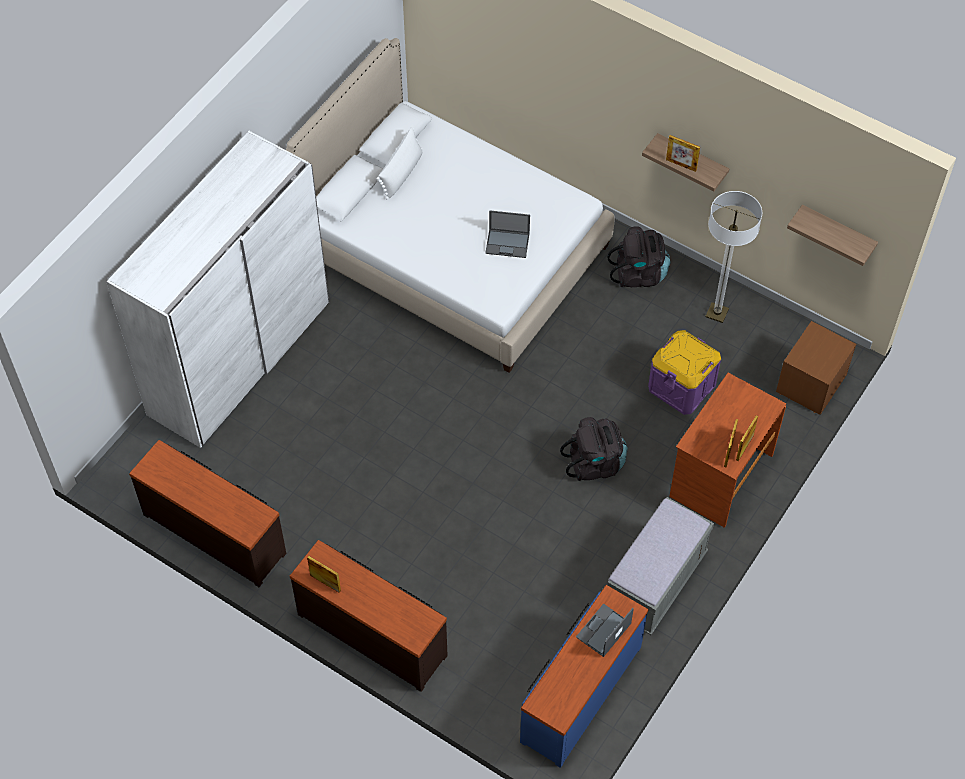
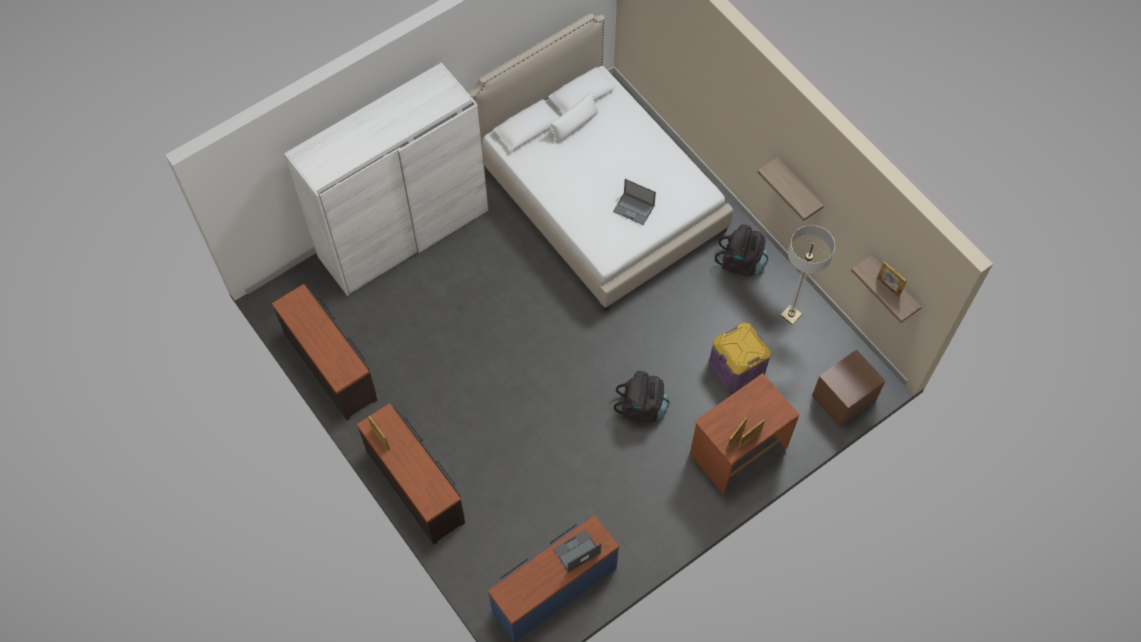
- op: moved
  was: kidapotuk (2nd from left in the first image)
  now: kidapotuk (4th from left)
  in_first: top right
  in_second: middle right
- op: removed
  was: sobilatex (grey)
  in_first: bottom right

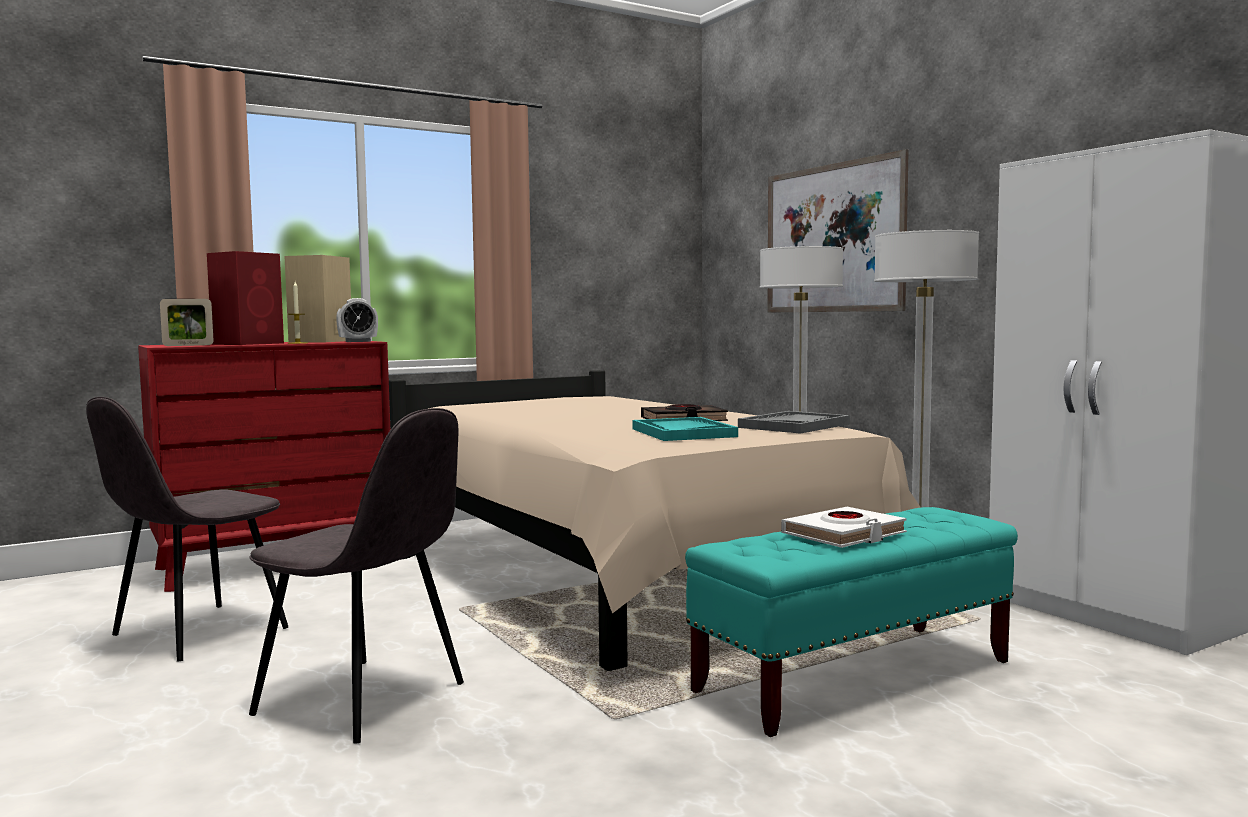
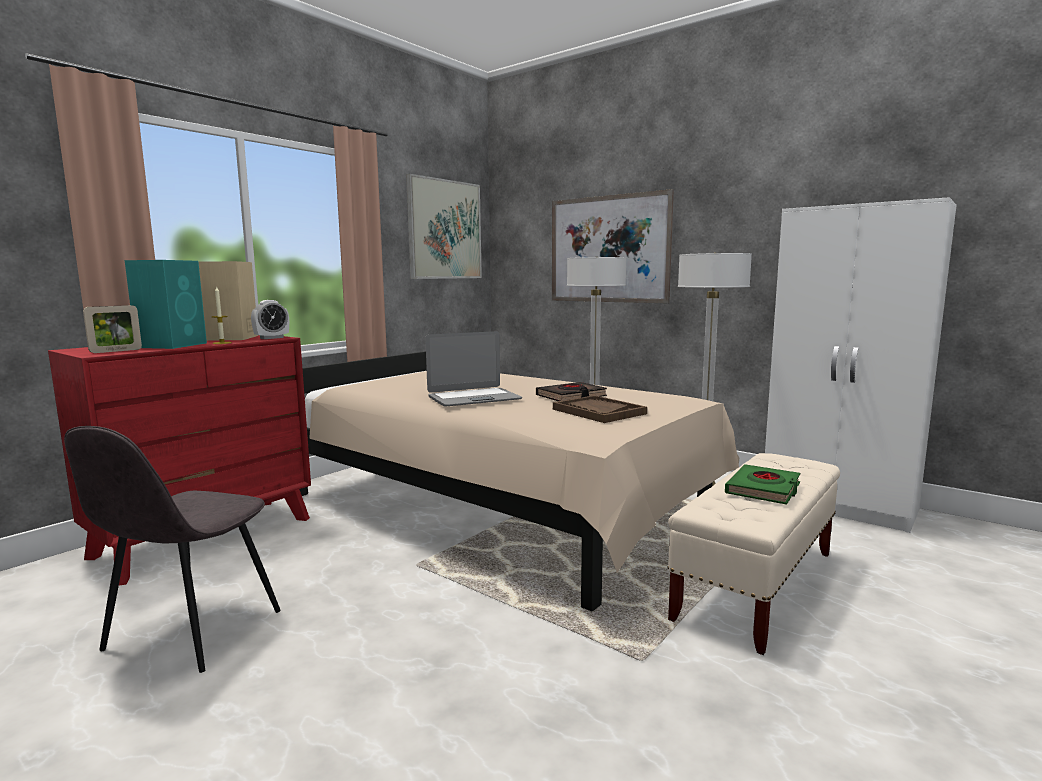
- op: recoloured
  was: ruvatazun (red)
  now: ruvatazun (turquoise)
  in_first: middle left
  in_second: middle left
- op: added
  now: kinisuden (1st from left)
  in_second: top centre
- op: added
  now: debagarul
  in_second: centre
- op: recoloured
  was: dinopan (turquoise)
  now: dinopan (brown)
  in_first: centre
  in_second: centre
- op: recoloured
  was: sobilatex (turquoise)
  now: sobilatex (beige)
  in_first: bottom right
  in_second: bottom right
- op: recoloured
  was: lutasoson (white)
  now: lutasoson (green)
  in_first: middle right
  in_second: middle right
- op: removed
  was: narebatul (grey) (2nd from left)
  in_first: bottom left
- op: removed
  was: dinopan (grey)
  in_first: centre

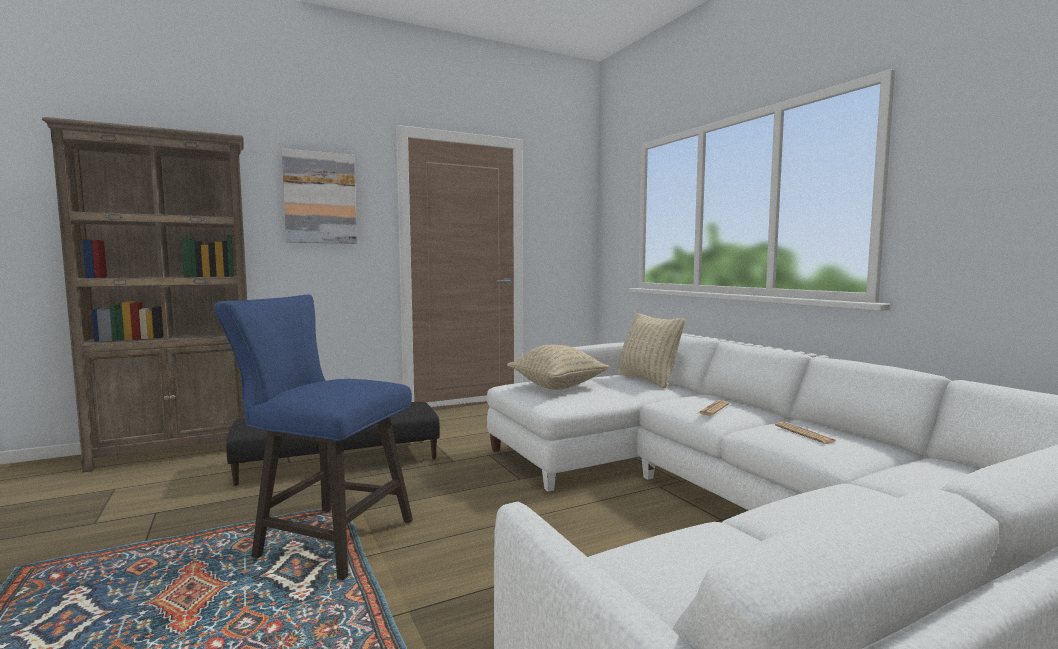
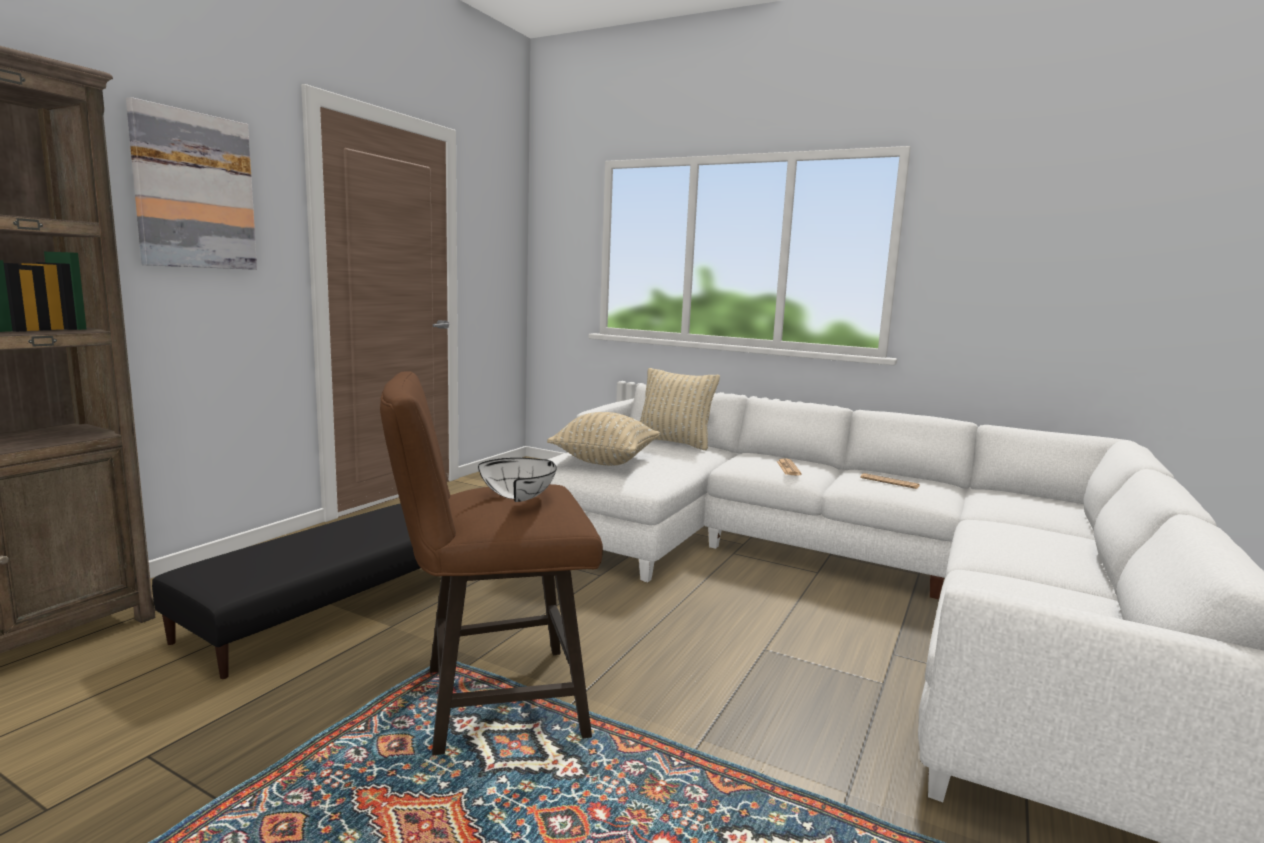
- op: recoloured
  was: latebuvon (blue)
  now: latebuvon (brown)
  in_first: bottom left
  in_second: bottom centre
- op: added
  now: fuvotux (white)
  in_second: centre

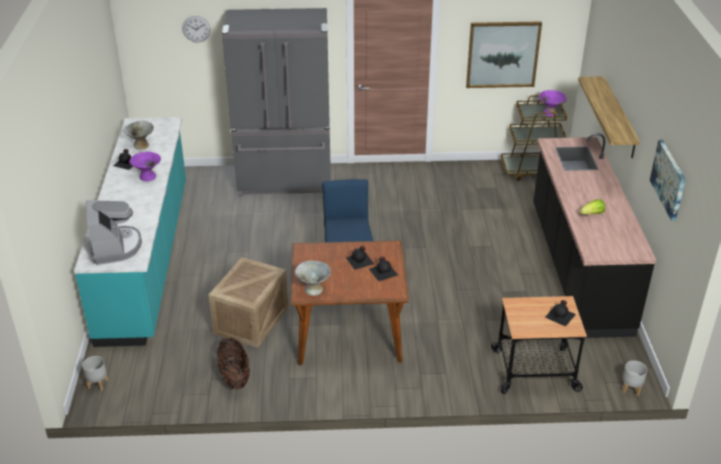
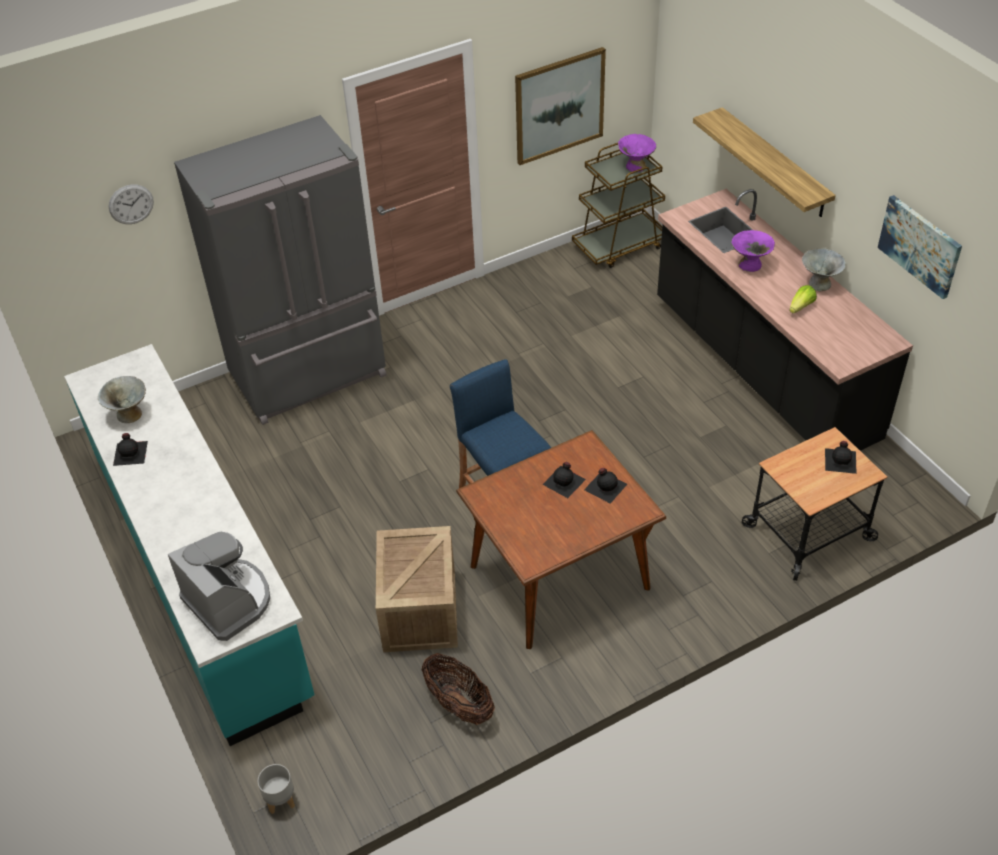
- op: moved
  was: fuvotux (purple) (1st from left in the first image)
  now: fuvotux (purple) (2nd from left)
  in_first: middle left
  in_second: top right
- op: moved
  was: fuvotux (grey) (2nd from left)
  in_first: centre
  in_second: top right
- op: removed
  was: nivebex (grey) (2nd from left)
  in_first: bottom right

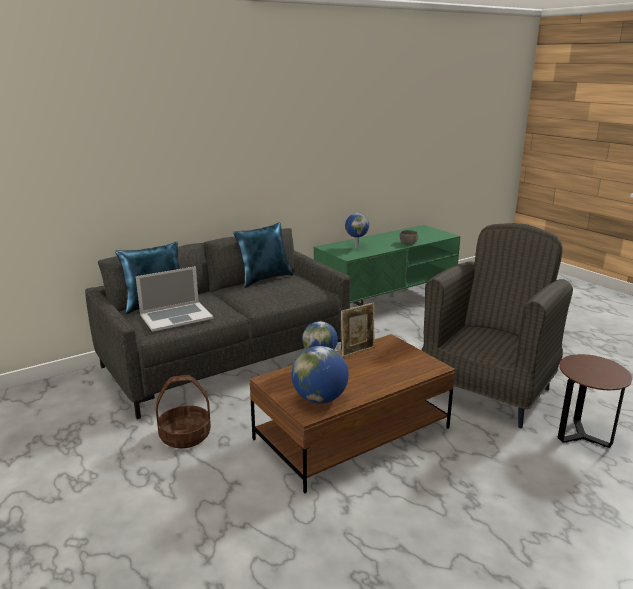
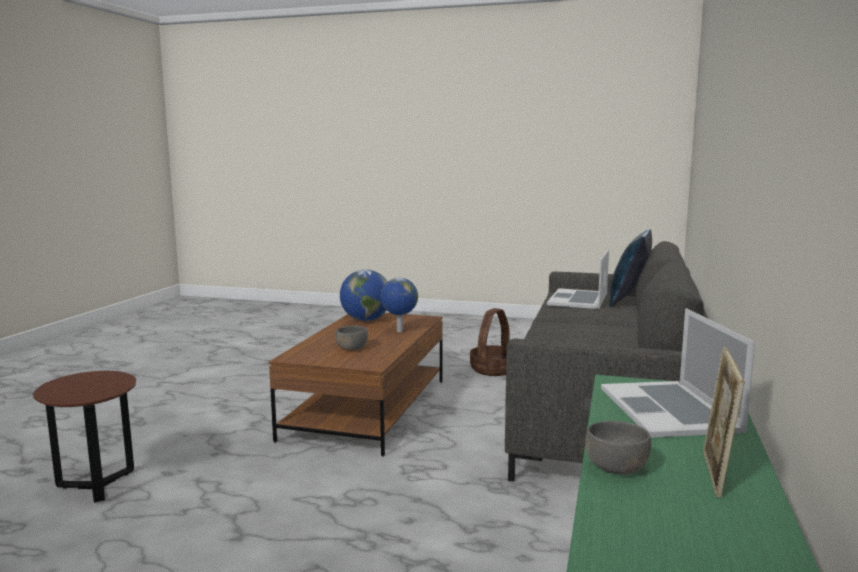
- op: added
  now: fuvotux (grey) (1st from left)
  in_second: centre
- op: replaced
  was: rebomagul (3rd from left)
  now: debagarul (2nd from left)
  in_first: centre
  in_second: middle right
- op: moved
  was: kidapotuk
  in_first: centre
  in_second: bottom right
- op: removed
  was: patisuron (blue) (2nd from left)
  in_first: centre
- op: removed
  was: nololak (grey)
  in_first: middle right

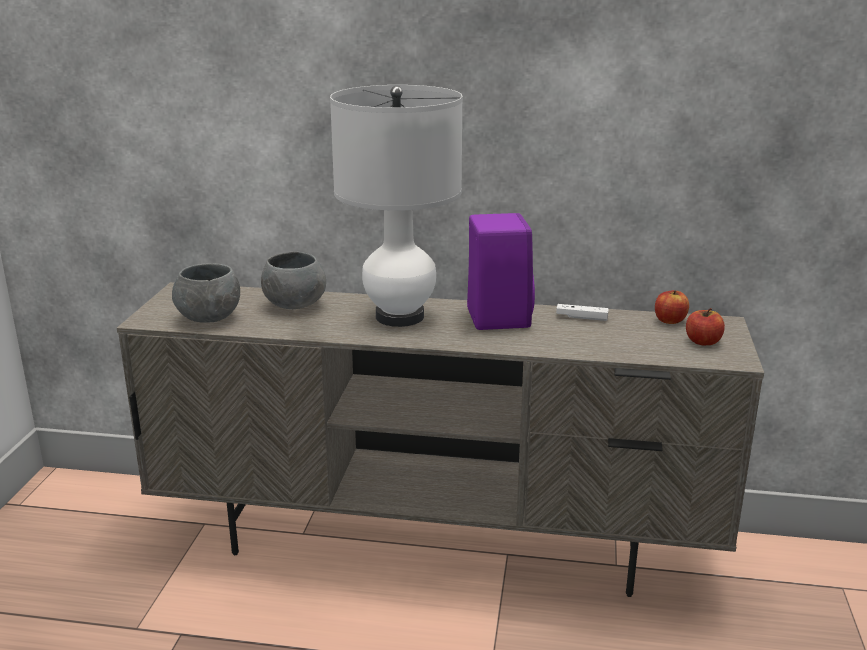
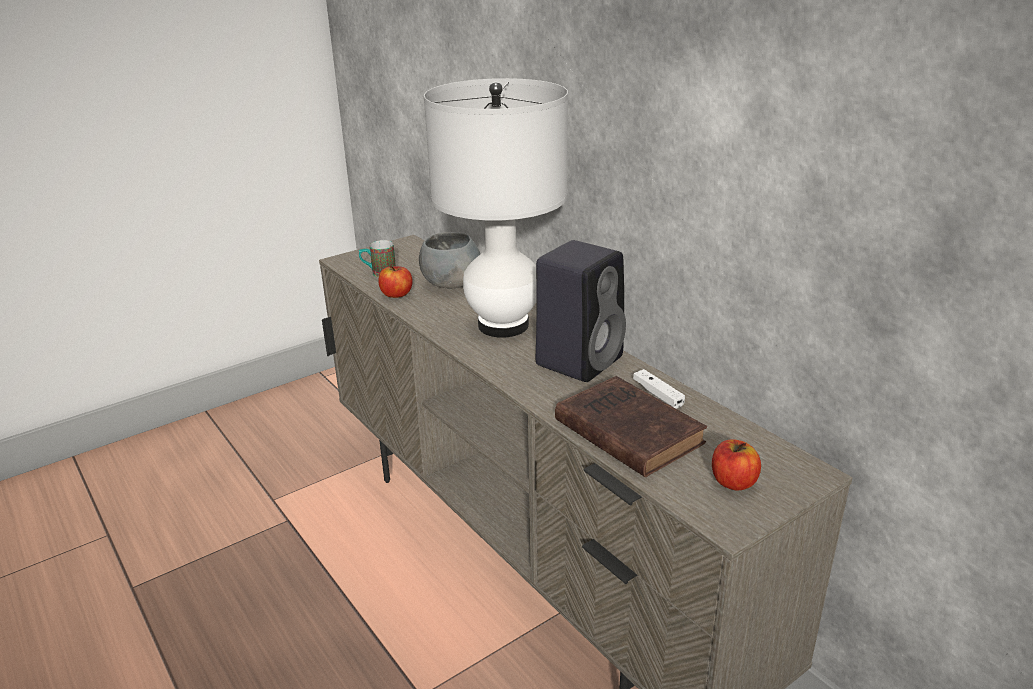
- op: replaced
  was: fuvotux (grey) (1st from left)
  now: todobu
  in_first: middle left
  in_second: centre
- op: moved
  was: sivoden (1st from left)
  in_first: middle right
  in_second: centre
- op: recoloured
  was: ruvatazun (purple)
  now: ruvatazun (black)
  in_first: centre
  in_second: centre
- op: added
  now: lutasoson (brown)
  in_second: centre

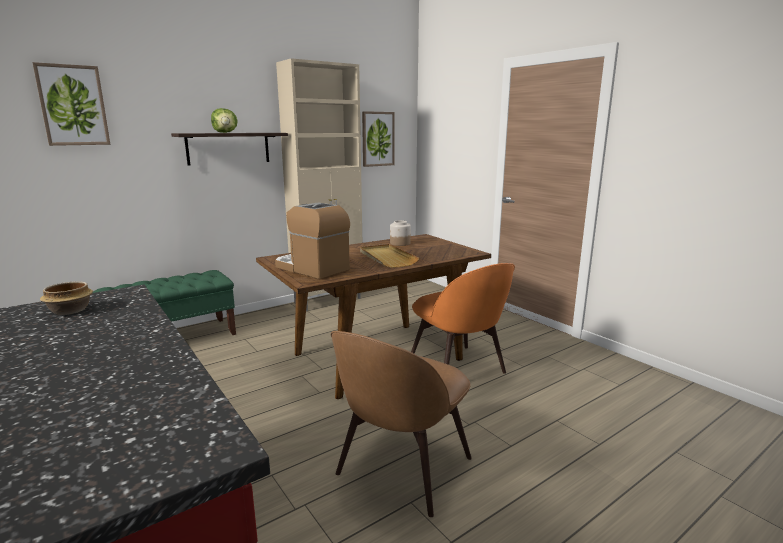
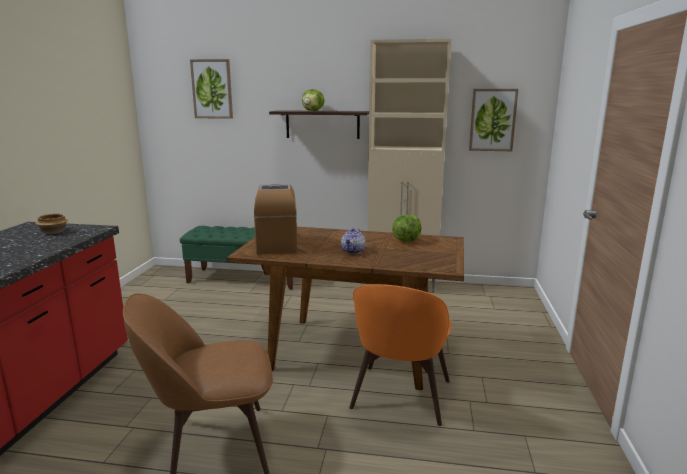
- op: replaced
  was: dinopan (beige)
  now: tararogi
  in_first: centre
  in_second: centre
- op: replaced
  was: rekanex
  now: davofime (2nd from left)
  in_first: centre
  in_second: centre

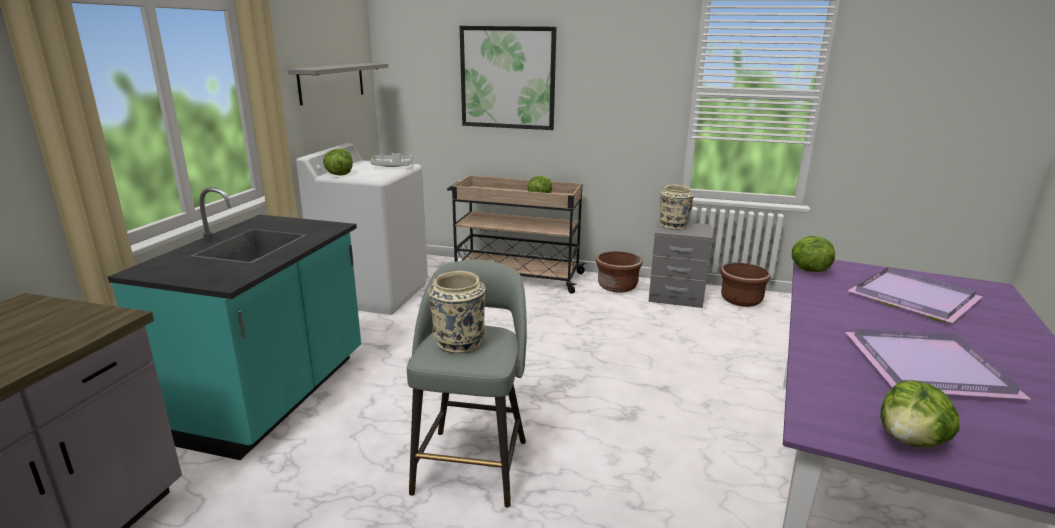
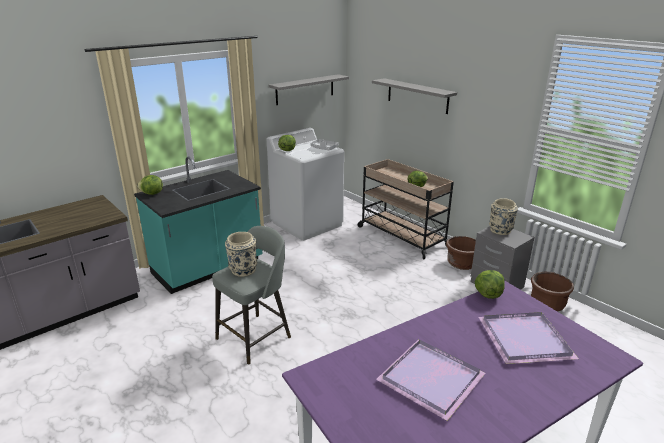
- op: moved
  was: davofime (4th from left in the first image)
  now: davofime (1st from left)
  in_first: bottom right
  in_second: middle left
- op: replaced
  was: kinisuden
  now: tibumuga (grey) (2nd from left)
  in_first: top centre
  in_second: top centre

